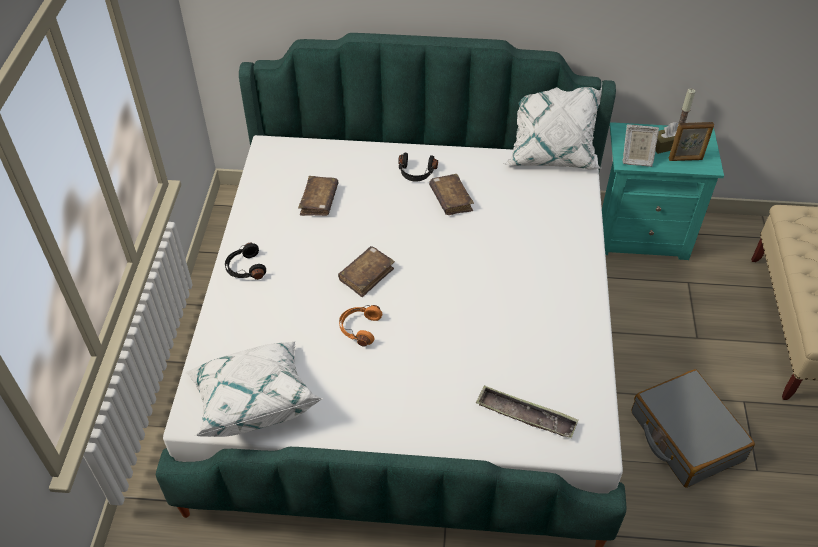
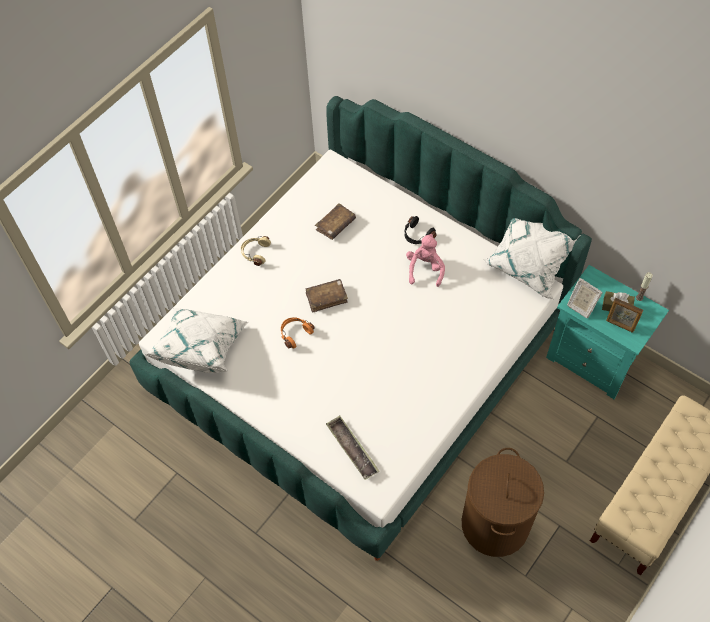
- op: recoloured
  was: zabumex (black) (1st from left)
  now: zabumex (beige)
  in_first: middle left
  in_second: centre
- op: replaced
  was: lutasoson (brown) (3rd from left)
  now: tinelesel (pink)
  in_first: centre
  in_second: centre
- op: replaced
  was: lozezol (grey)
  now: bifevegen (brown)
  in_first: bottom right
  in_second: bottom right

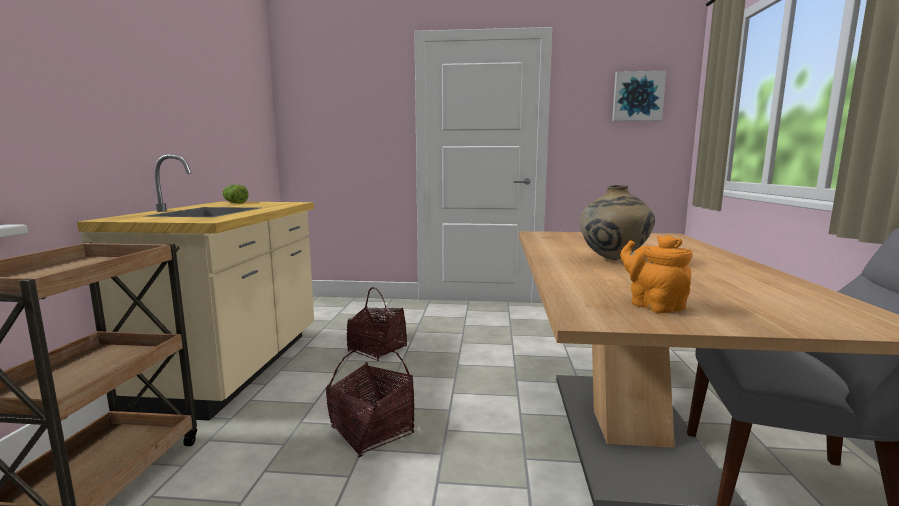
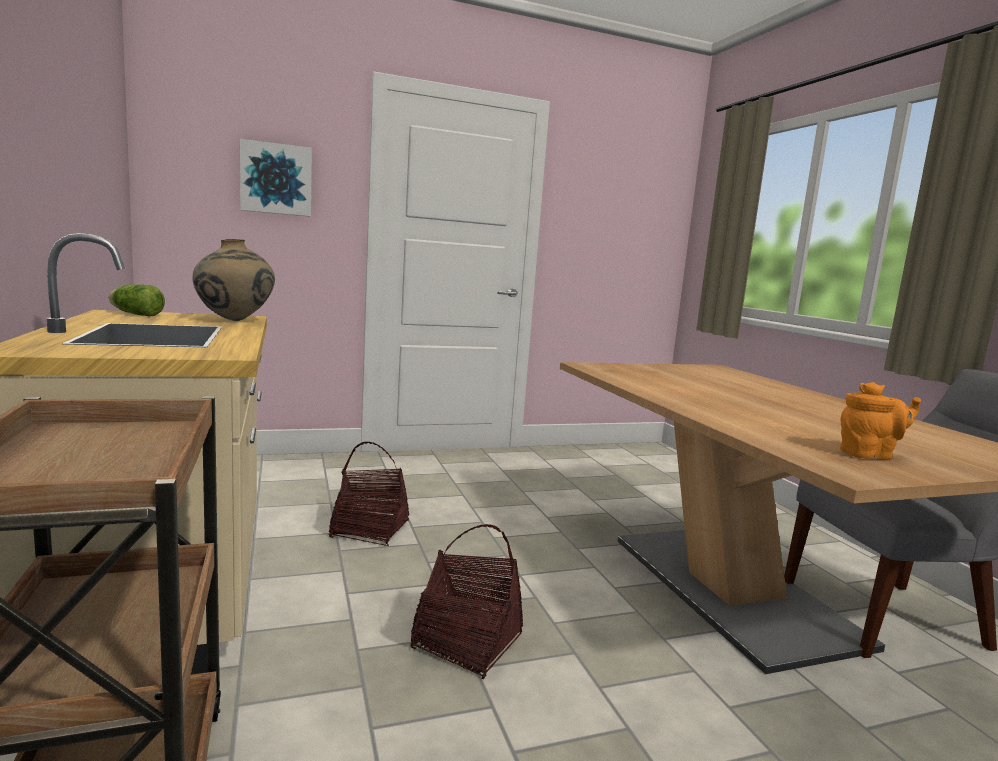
- op: moved
  was: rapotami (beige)
  in_first: middle right
  in_second: middle left
- op: moved
  was: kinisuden
  in_first: top right
  in_second: top left
- op: turned
  was: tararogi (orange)
  in_first: middle right
  in_second: middle right
  clockwise: 135

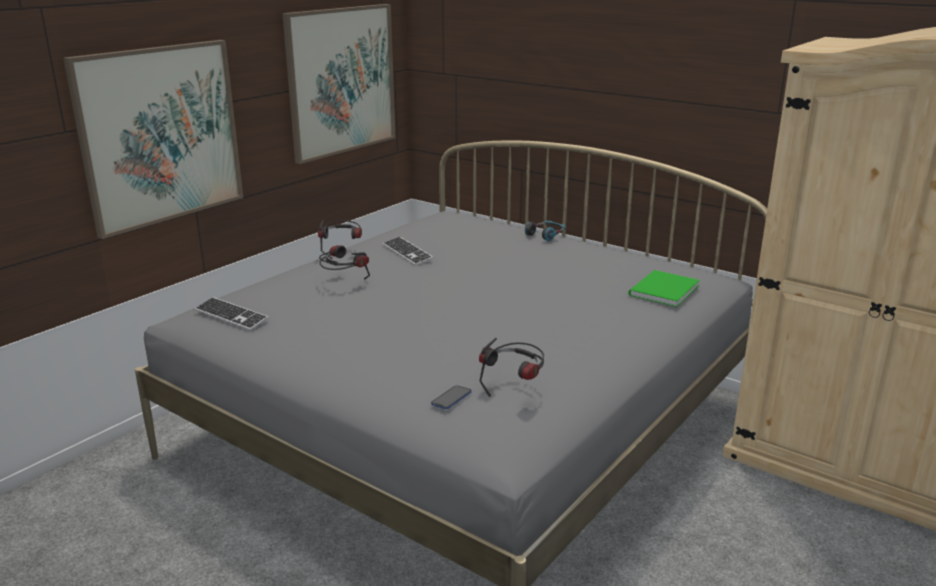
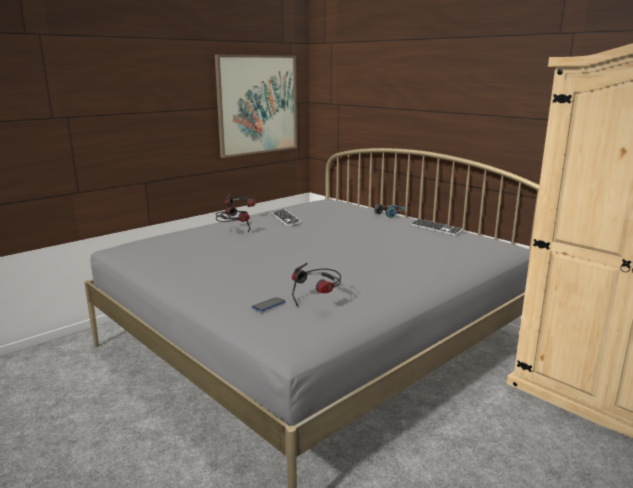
- op: moved
  was: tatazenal (1st from left in the first image)
  now: tatazenal (2nd from left)
  in_first: middle left
  in_second: middle right
- op: removed
  was: kinisuden (1st from left)
  in_first: top left
- op: removed
  was: lutasoson (green)
  in_first: middle right

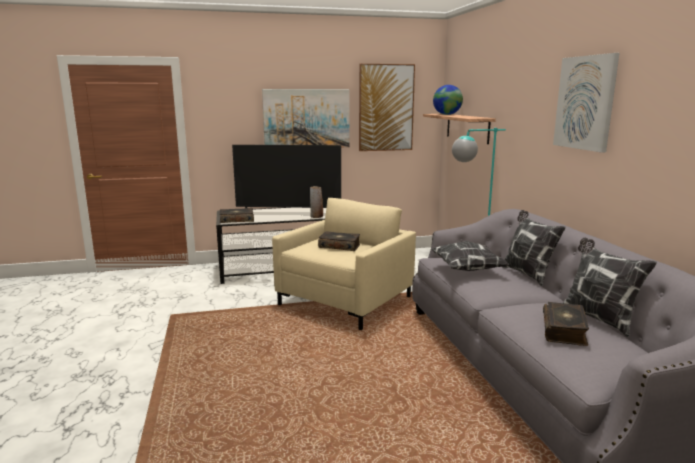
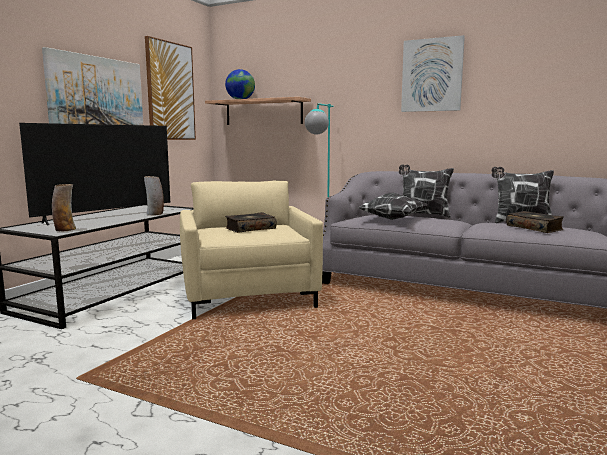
- op: replaced
  was: lutasoson (1st from left)
  now: rapotami (1st from left)
  in_first: centre
  in_second: middle left

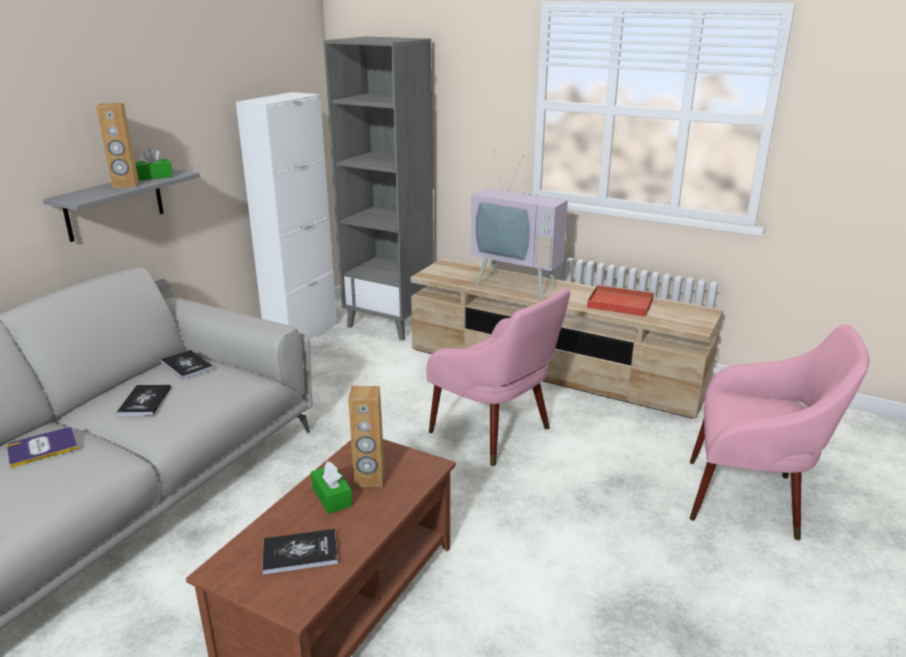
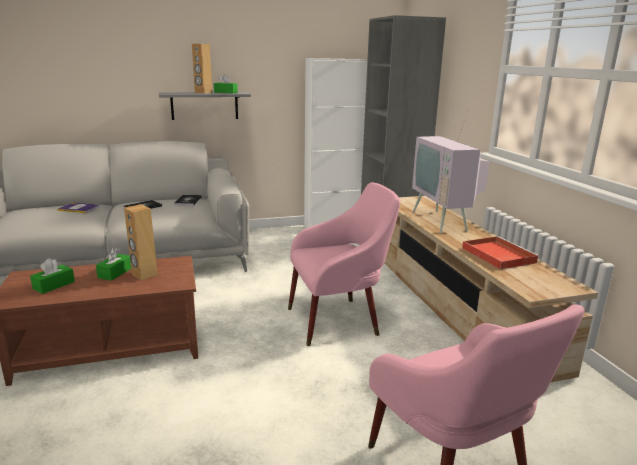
- op: replaced
  was: lutasoson (4th from left)
  now: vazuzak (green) (1st from left)
  in_first: bottom left
  in_second: middle left
- op: turned
  was: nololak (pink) (1st from left)
  in_first: centre
  in_second: centre
  clockwise: -105

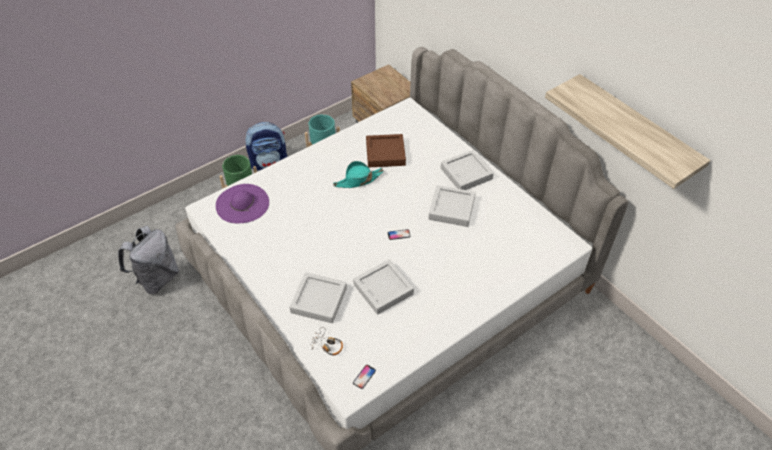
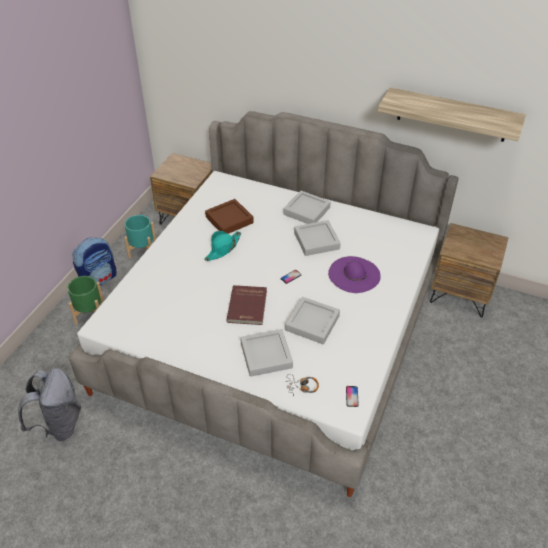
- op: added
  now: lutasoson (red)
  in_second: centre
- op: moved
  was: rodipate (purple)
  in_first: middle left
  in_second: centre
- op: added
  now: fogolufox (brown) (2nd from left)
  in_second: middle right

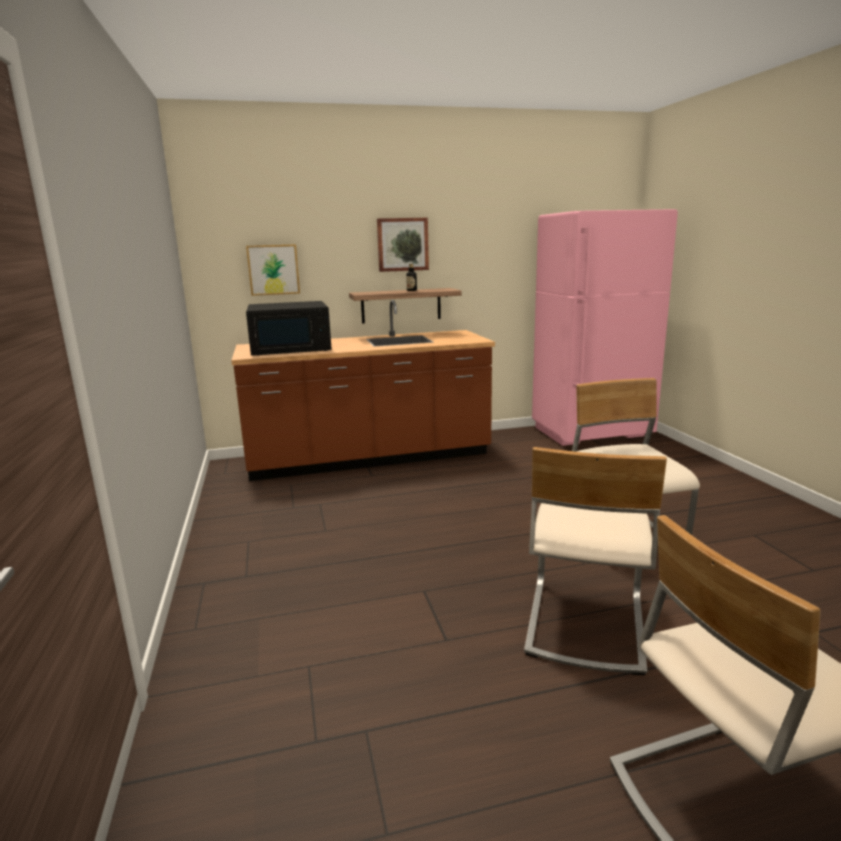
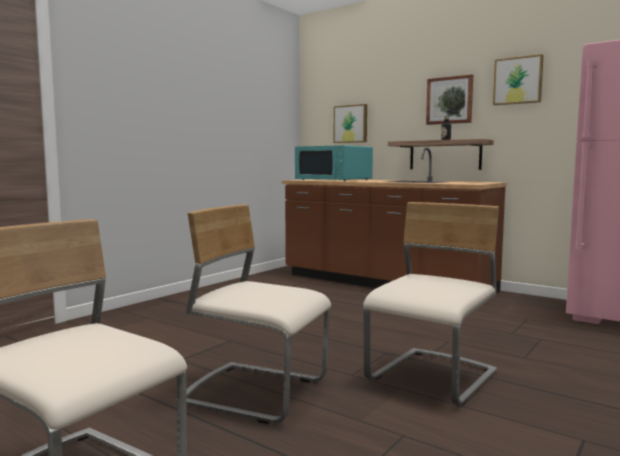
- op: turned
  was: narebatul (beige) (1st from left in the first image)
  in_first: bottom right
  in_second: bottom centre
  clockwise: 45
- op: recoloured
  was: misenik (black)
  now: misenik (turquoise)
  in_first: centre
  in_second: centre
- op: added
  now: kinisuden (3rd from left)
  in_second: top right

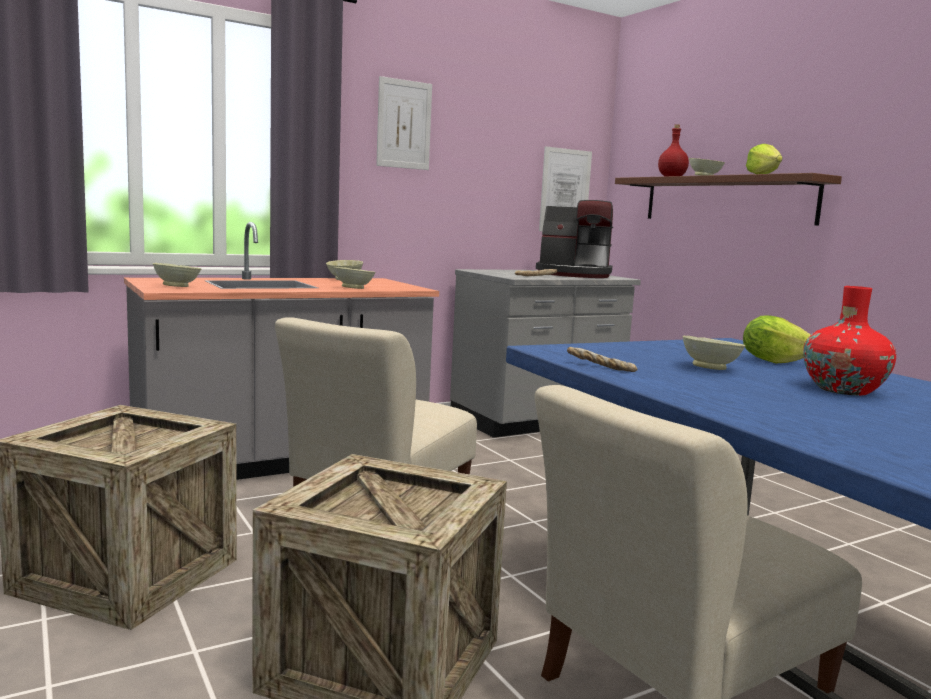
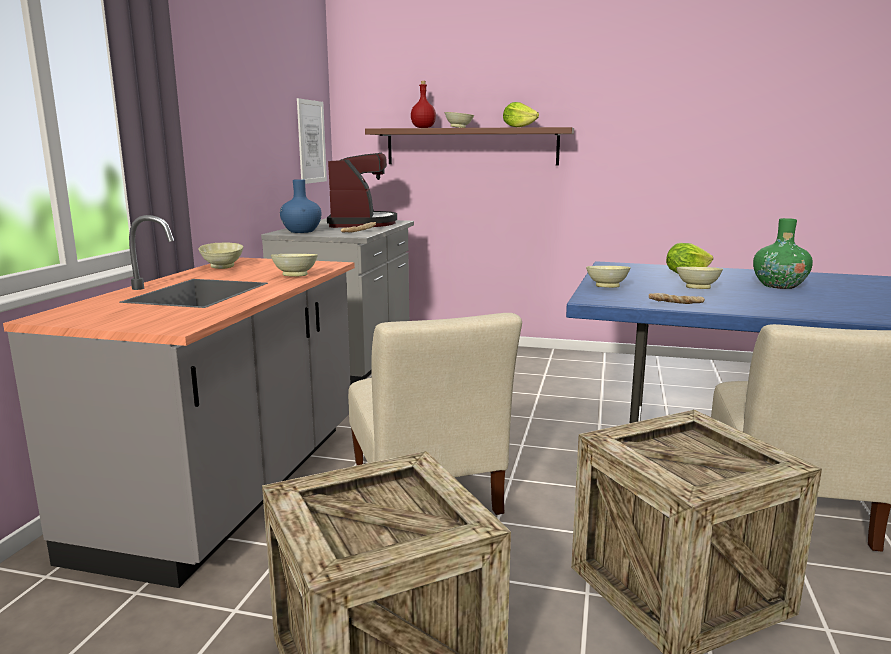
- op: added
  now: rapotami (blue)
  in_second: top centre
- op: turned
  was: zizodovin
  in_first: centre
  in_second: top centre
  clockwise: -60
- op: moved
  was: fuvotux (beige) (1st from left in the first image)
  now: fuvotux (beige) (4th from left)
  in_first: middle left
  in_second: middle right
- op: recoloured
  was: rapotami (red)
  now: rapotami (green)
  in_first: middle right
  in_second: middle right
- op: removed
  was: kinisuden (1st from left)
  in_first: top centre

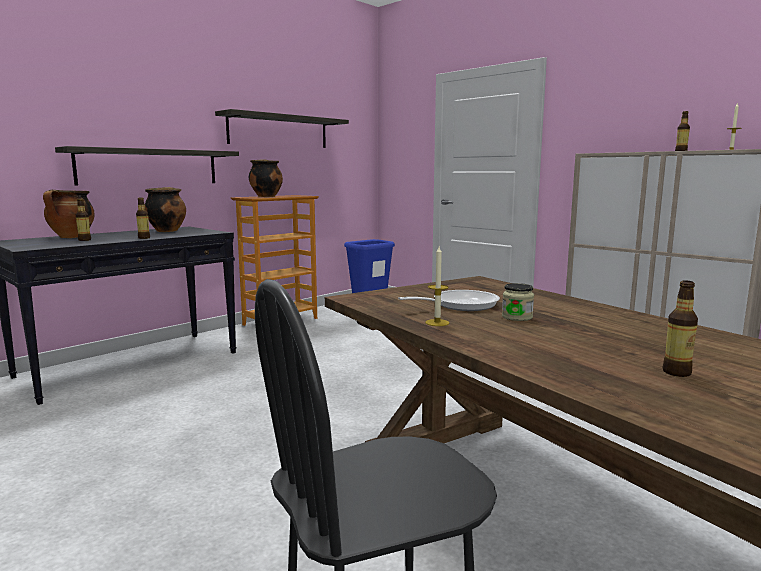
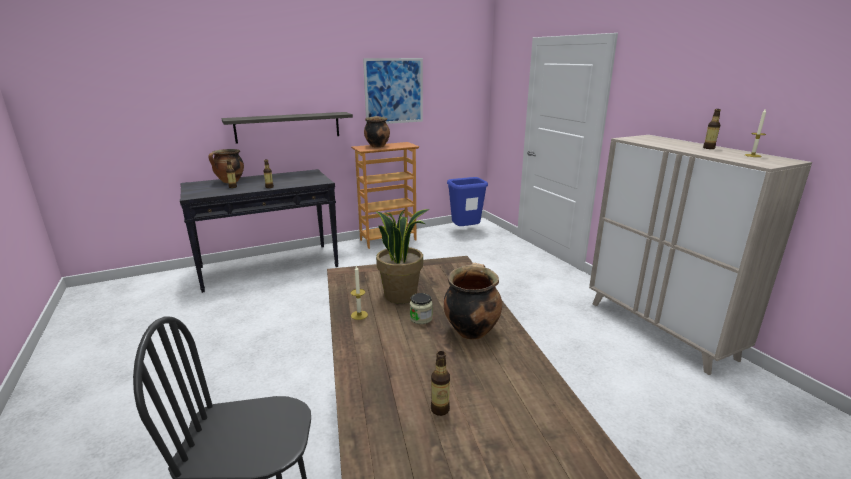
- op: replaced
  was: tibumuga (2nd from left)
  now: kinisuden
  in_first: top centre
  in_second: top centre
- op: replaced
  was: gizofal
  now: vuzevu
  in_first: centre
  in_second: centre
- op: moved
  was: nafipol (2nd from left in the first image)
  now: nafipol (3rd from left)
  in_first: middle left
  in_second: centre

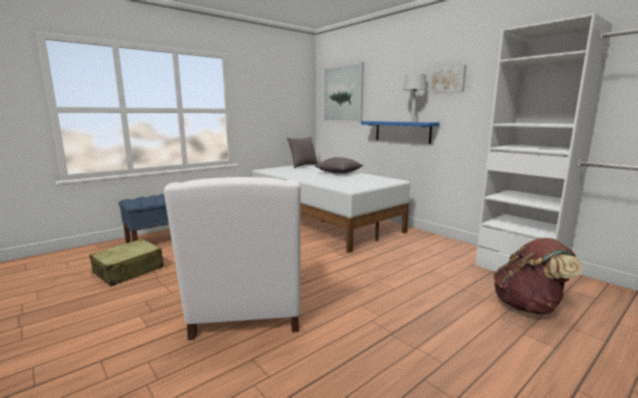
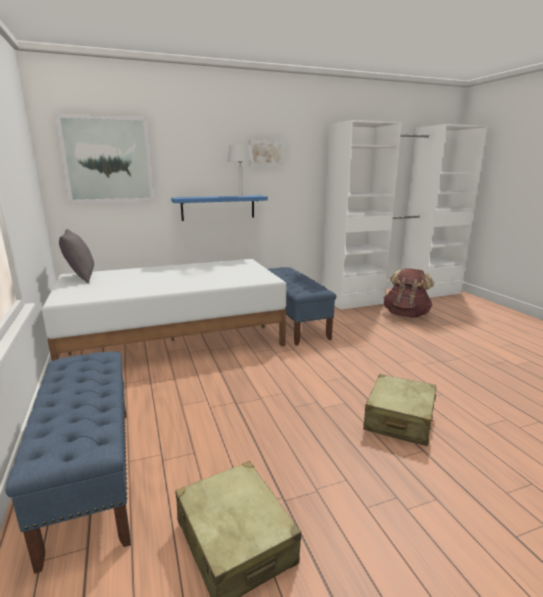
- op: added
  now: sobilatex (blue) (2nd from left)
  in_second: centre
- op: replaced
  was: nololak (white)
  now: lozezol (beige) (2nd from left)
  in_first: centre
  in_second: bottom right
- op: removed
  was: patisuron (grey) (2nd from left)
  in_first: centre

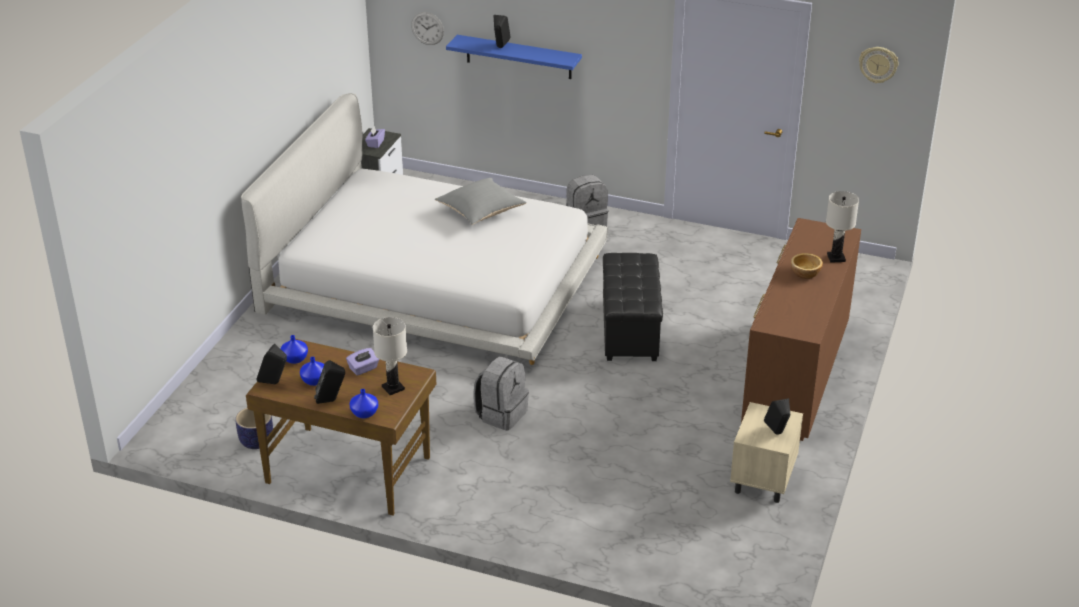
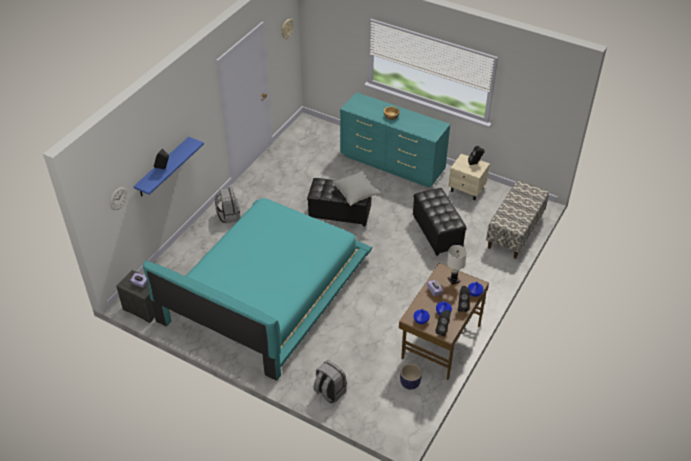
- op: recoloured
  was: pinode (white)
  now: pinode (turquoise)
  in_first: centre
  in_second: centre
- op: moved
  was: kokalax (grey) (1st from left in the first image)
  now: kokalax (grey) (2nd from left)
  in_first: centre
  in_second: bottom centre
- op: moved
  was: patisuron (grey)
  in_first: top centre
  in_second: centre
- op: recoloured
  was: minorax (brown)
  now: minorax (turquoise)
  in_first: middle right
  in_second: top centre
- op: added
  now: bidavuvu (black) (2nd from left)
  in_second: centre
- op: added
  now: sobilatex
  in_second: middle right
- op: removed
  was: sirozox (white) (2nd from left)
  in_first: middle right

